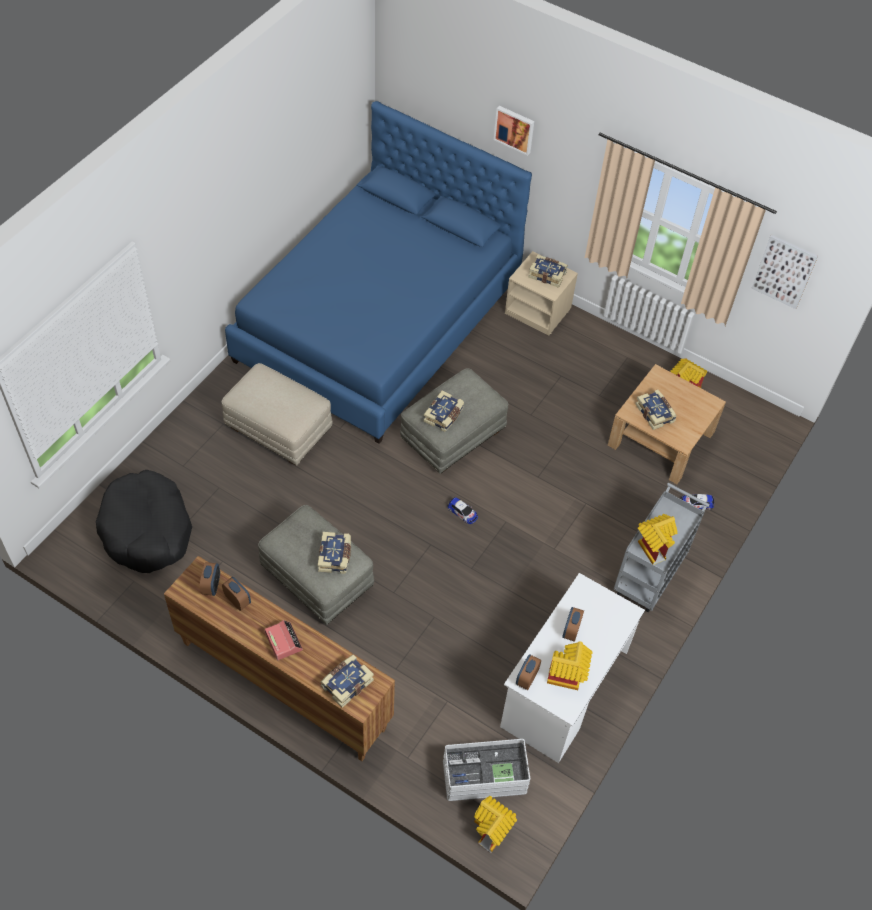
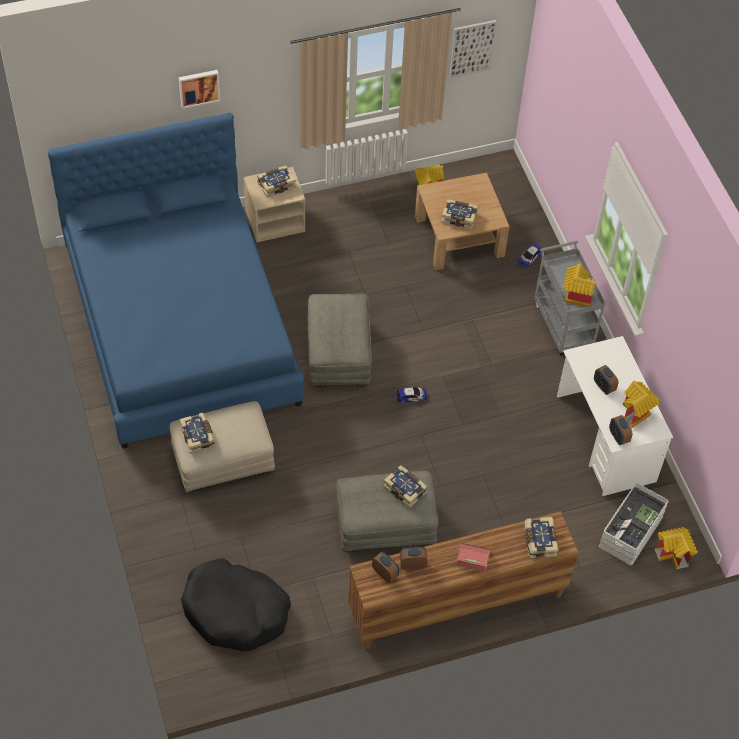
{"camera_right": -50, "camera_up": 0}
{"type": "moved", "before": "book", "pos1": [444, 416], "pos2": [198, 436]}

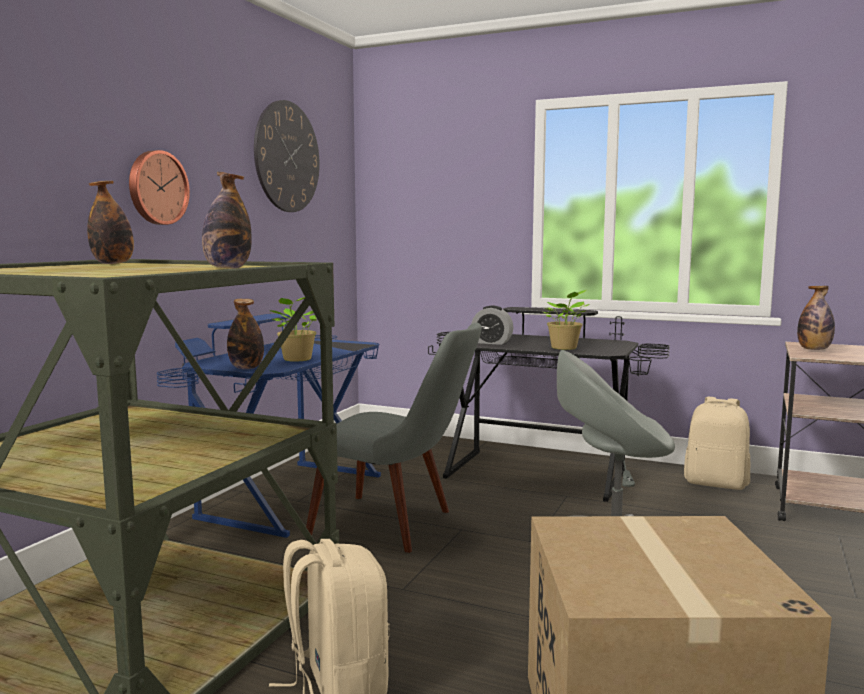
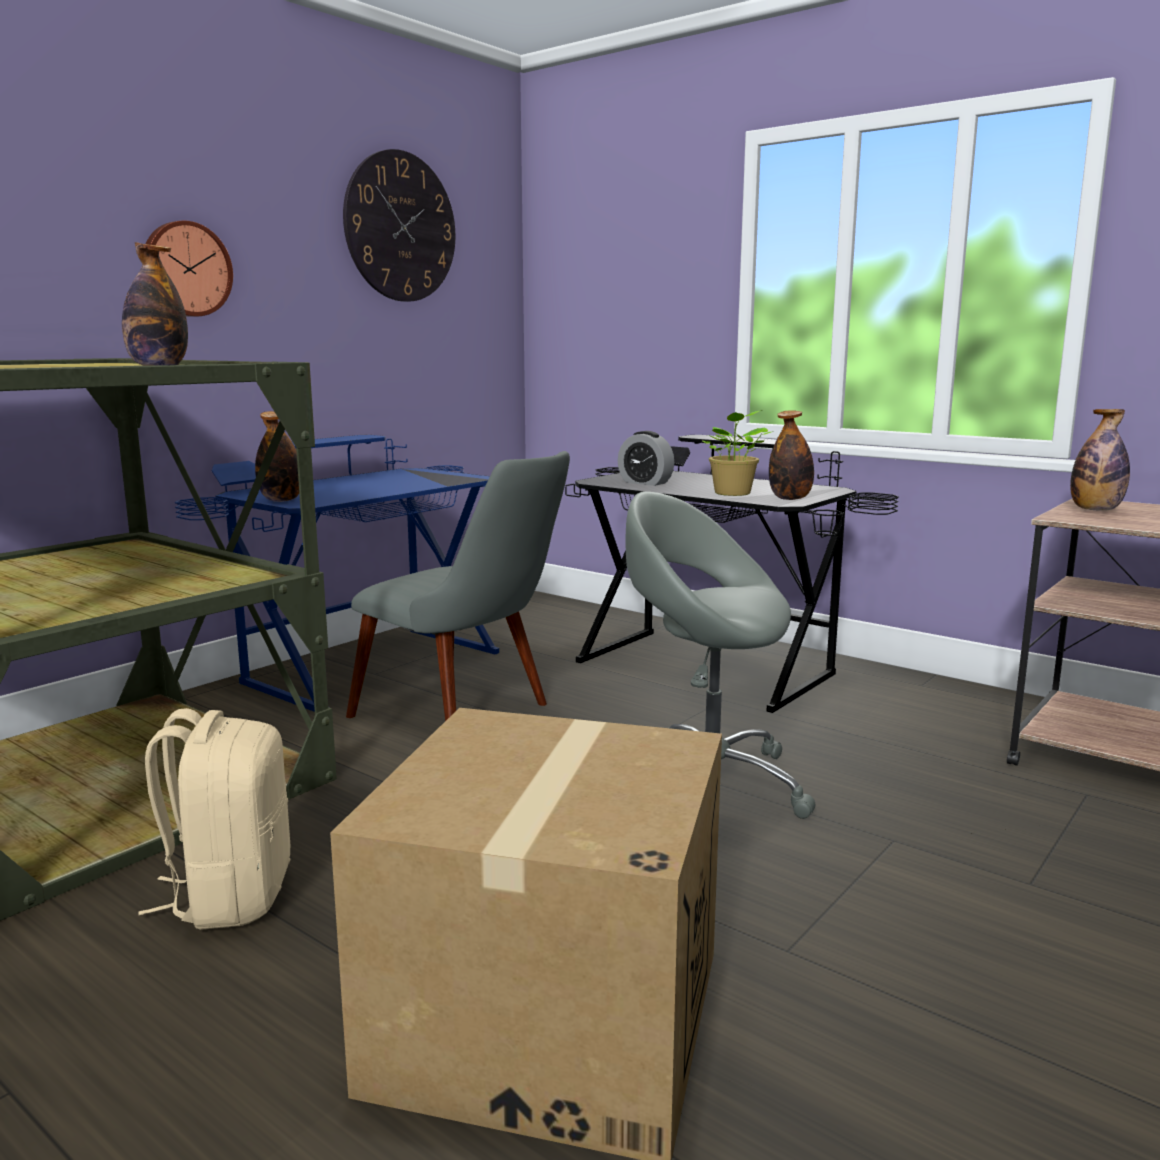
{"camera_right": 15, "camera_up": 5}
{"type": "moved", "before": "bottle", "pos1": [113, 263], "pos2": [790, 498]}
{"type": "removed", "before": "potted plant", "pos1": [296, 359]}
{"type": "removed", "before": "backpack/beige", "pos1": [716, 483]}

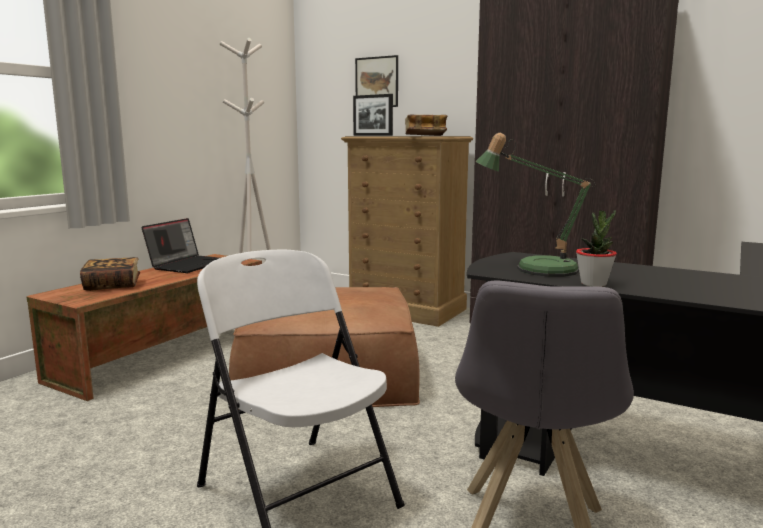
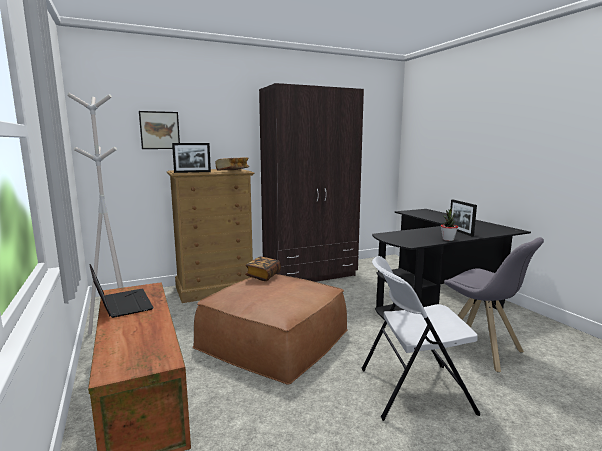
{"camera_right": -55, "camera_up": 0}
{"type": "removed", "before": "table lamp", "pos1": [536, 269]}
{"type": "moved", "before": "book", "pos1": [112, 285], "pos2": [263, 276]}
{"type": "added", "after": "picture frame", "pos2": [460, 232]}

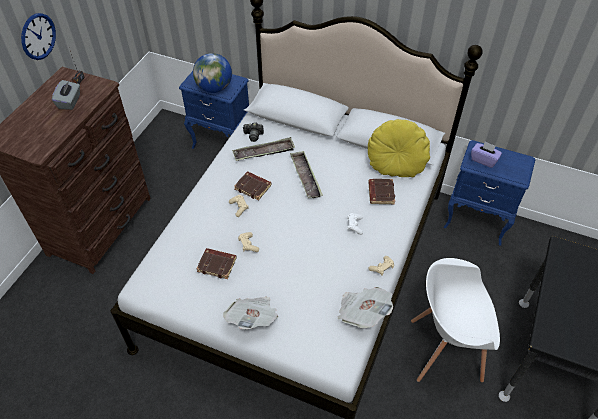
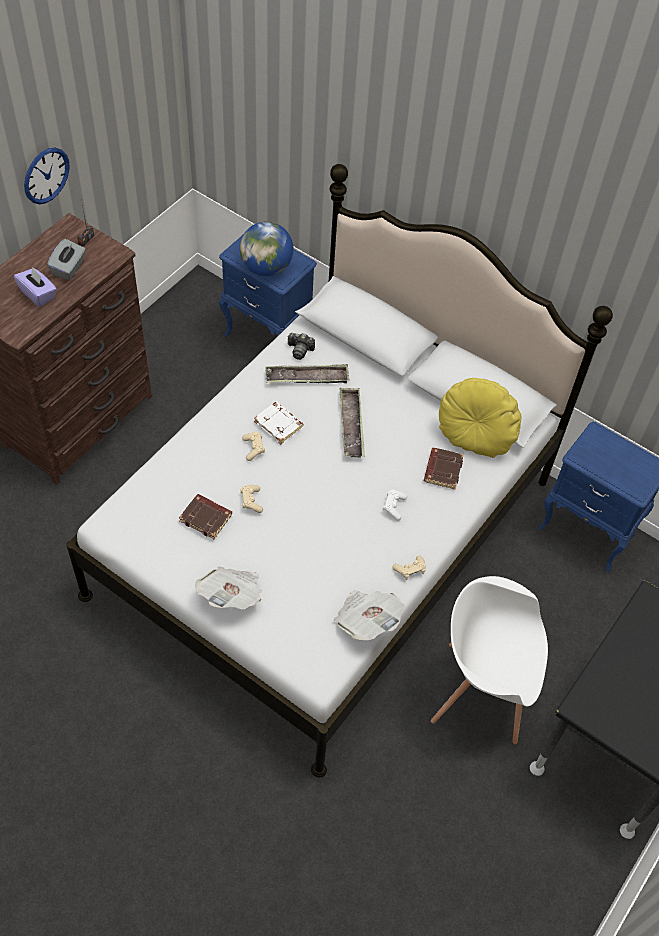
{"camera_right": 10, "camera_up": 5}
{"type": "moved", "before": "tissue box/purple", "pos1": [484, 160], "pos2": [38, 294]}
{"type": "recoloured", "before": "book/brown", "after": "book/white", "pos1": [253, 187], "pos2": [279, 424]}

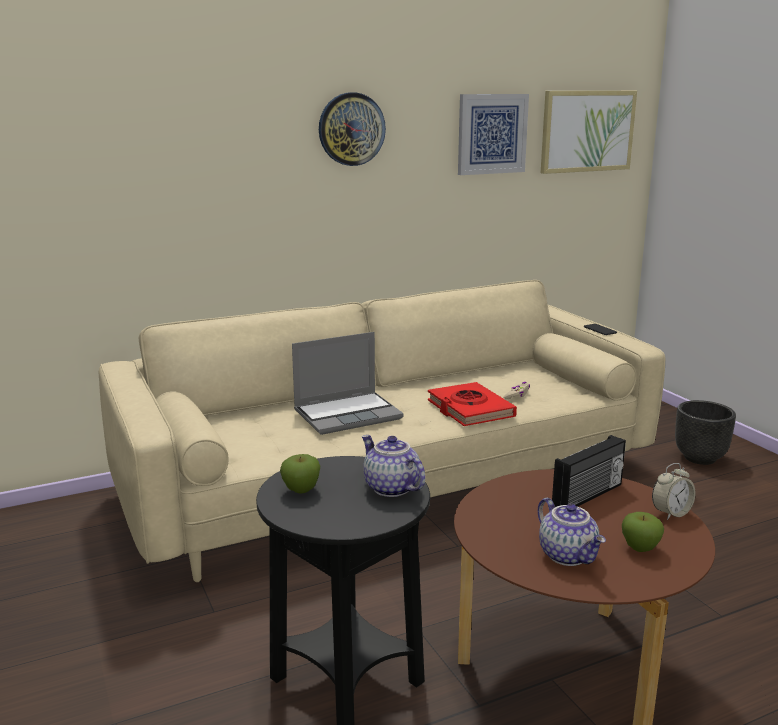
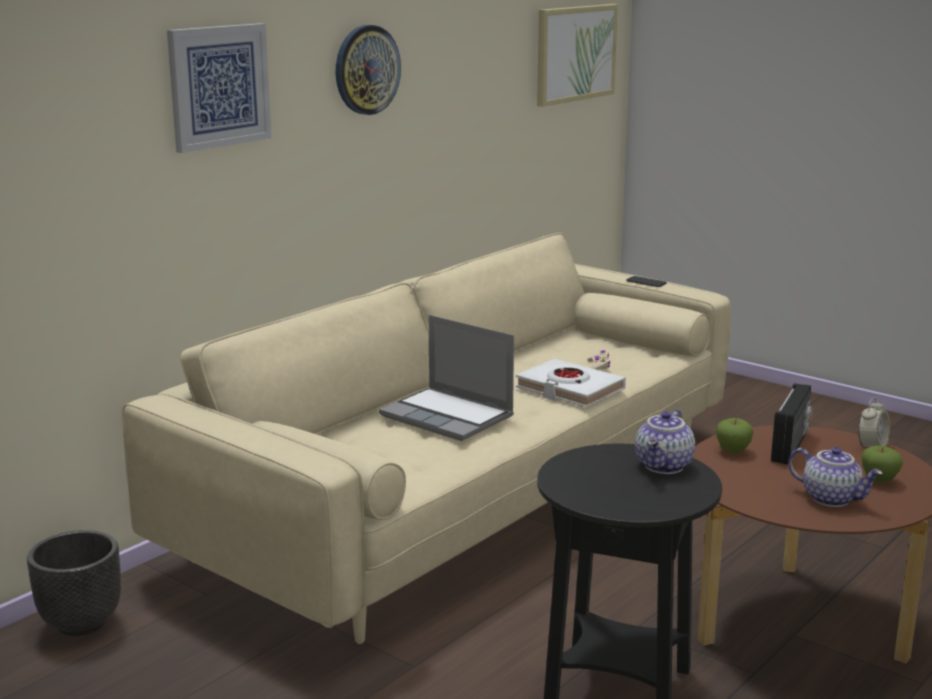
{"camera_right": -25, "camera_up": 0}
{"type": "moved", "before": "picture", "pos1": [491, 134], "pos2": [218, 86]}
{"type": "turned", "before": "laptop", "pos1": [348, 414], "pos2": [449, 416], "turn": 90}
{"type": "recoloured", "before": "book/red", "after": "book/white", "pos1": [470, 410], "pos2": [569, 390]}
{"type": "moved", "before": "planter/black", "pos1": [699, 458], "pos2": [81, 623]}
{"type": "turned", "before": "teapot", "pos1": [390, 488], "pos2": [665, 466], "turn": -90}
{"type": "moved", "before": "apple", "pos1": [301, 490], "pos2": [733, 451]}

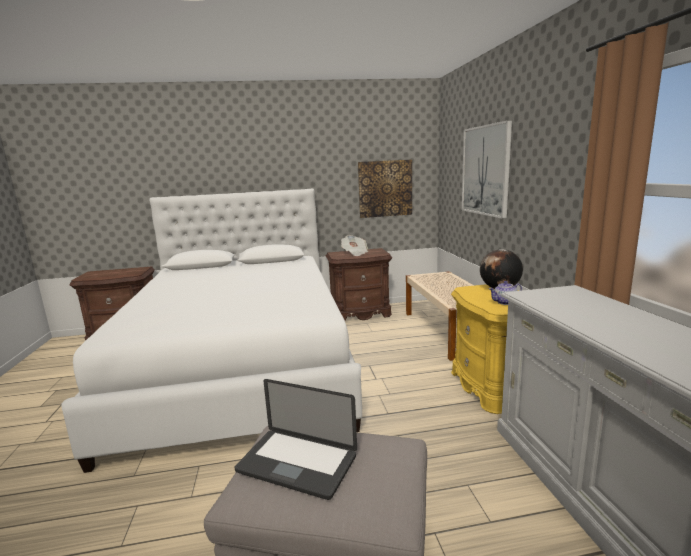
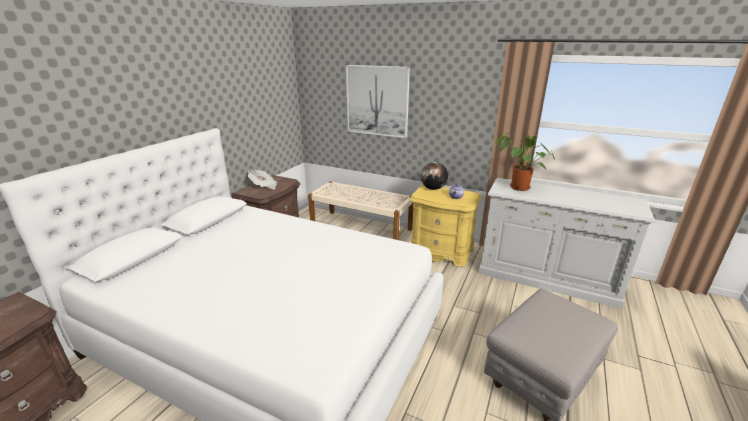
{"camera_right": -55, "camera_up": 10}
{"type": "removed", "before": "picture", "pos1": [385, 188]}
{"type": "removed", "before": "laptop", "pos1": [297, 464]}
{"type": "added", "after": "potted plant", "pos2": [517, 188]}

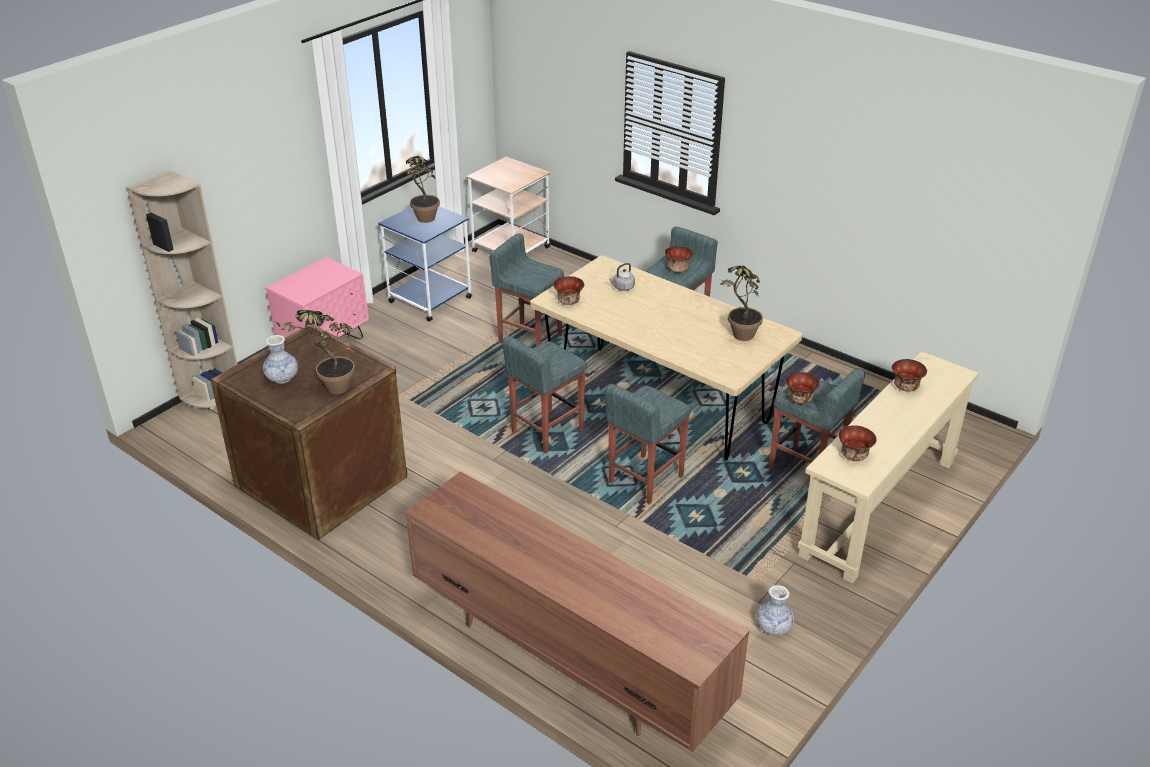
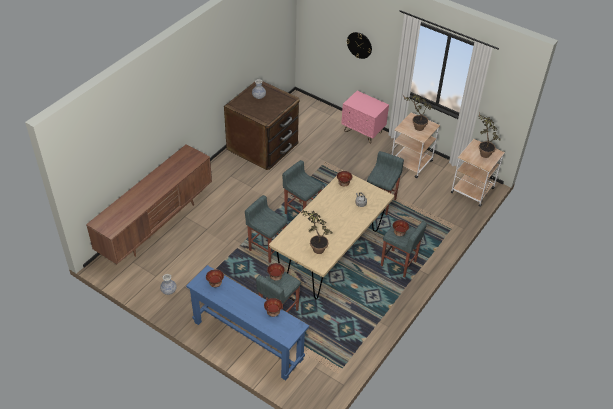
{"camera_right": 85, "camera_up": 10}
{"type": "removed", "before": "bookcase/beige", "pos1": [213, 400]}
{"type": "recoloured", "before": "cart/blue", "after": "cart/beige", "pos1": [431, 299], "pos2": [411, 163]}
{"type": "moved", "before": "potted plant", "pos1": [329, 389], "pos2": [482, 152]}
{"type": "recoloured", "before": "console table/beige", "after": "console table/blue", "pos1": [878, 507], "pos2": [248, 340]}
{"type": "added", "after": "wall clock", "pos2": [359, 45]}

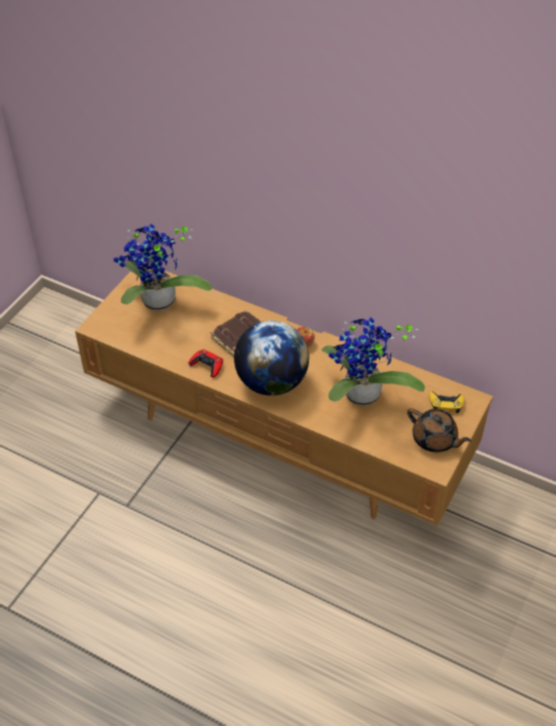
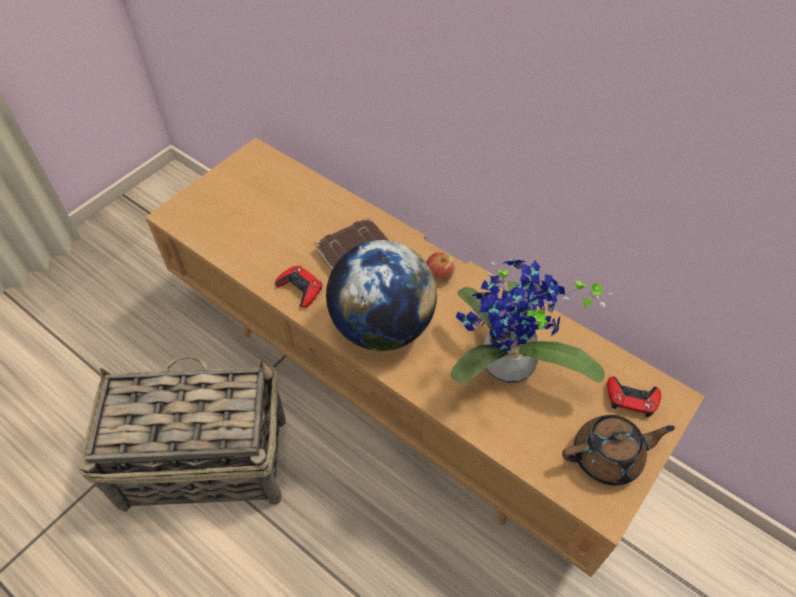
{"camera_right": 10, "camera_up": 5}
{"type": "removed", "before": "potted plant", "pos1": [158, 304]}
{"type": "recoloured", "before": "game controller/yellow", "after": "game controller/red", "pos1": [446, 404], "pos2": [631, 399]}
{"type": "turned", "before": "teapot/brown", "pos1": [435, 439], "pos2": [608, 457], "turn": -60}
{"type": "added", "after": "basket", "pos2": [203, 461]}

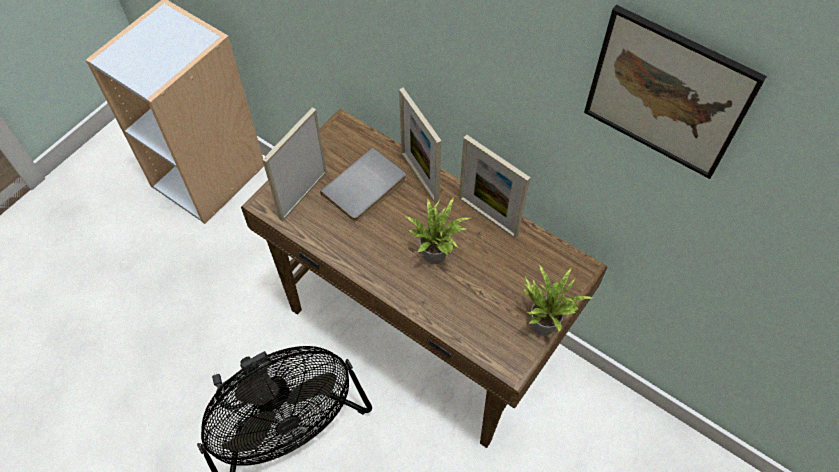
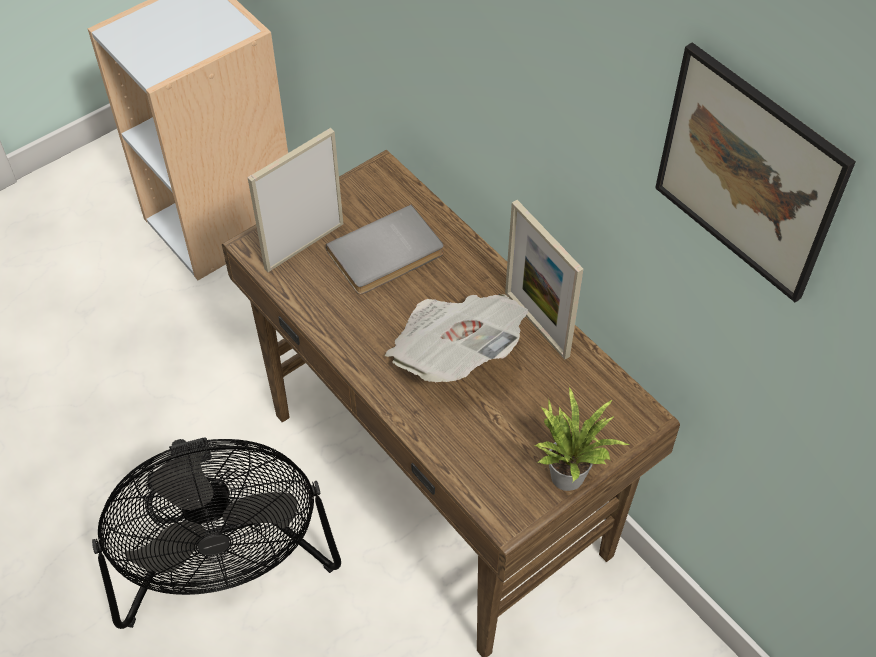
{"camera_right": 15, "camera_up": -5}
{"type": "removed", "before": "picture frame", "pos1": [419, 177]}
{"type": "replaced", "before": "potted plant", "after": "newspaper", "pos1": [437, 252], "pos2": [454, 353]}

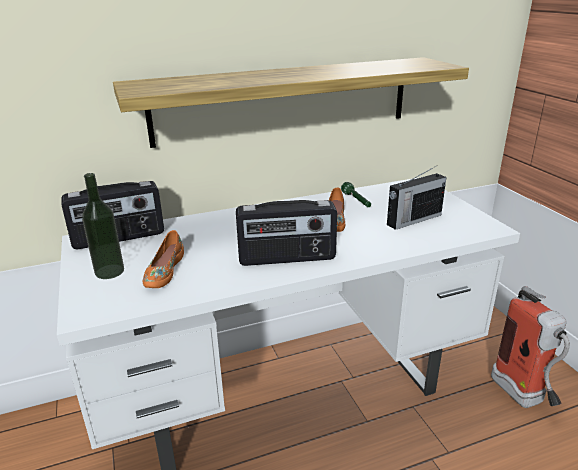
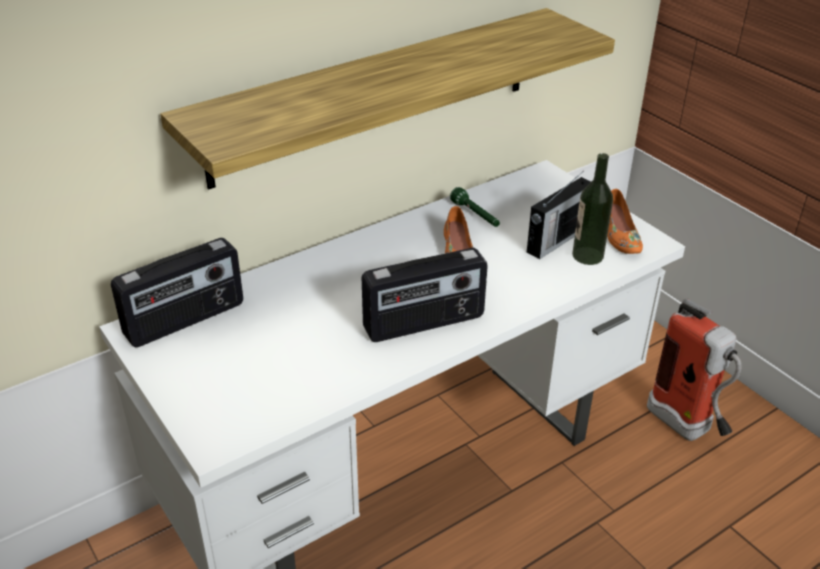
{"camera_right": -15, "camera_up": 10}
{"type": "moved", "before": "bottle", "pos1": [109, 271], "pos2": [587, 256]}
{"type": "moved", "before": "shoe/orange", "pos1": [163, 271], "pos2": [619, 234]}

